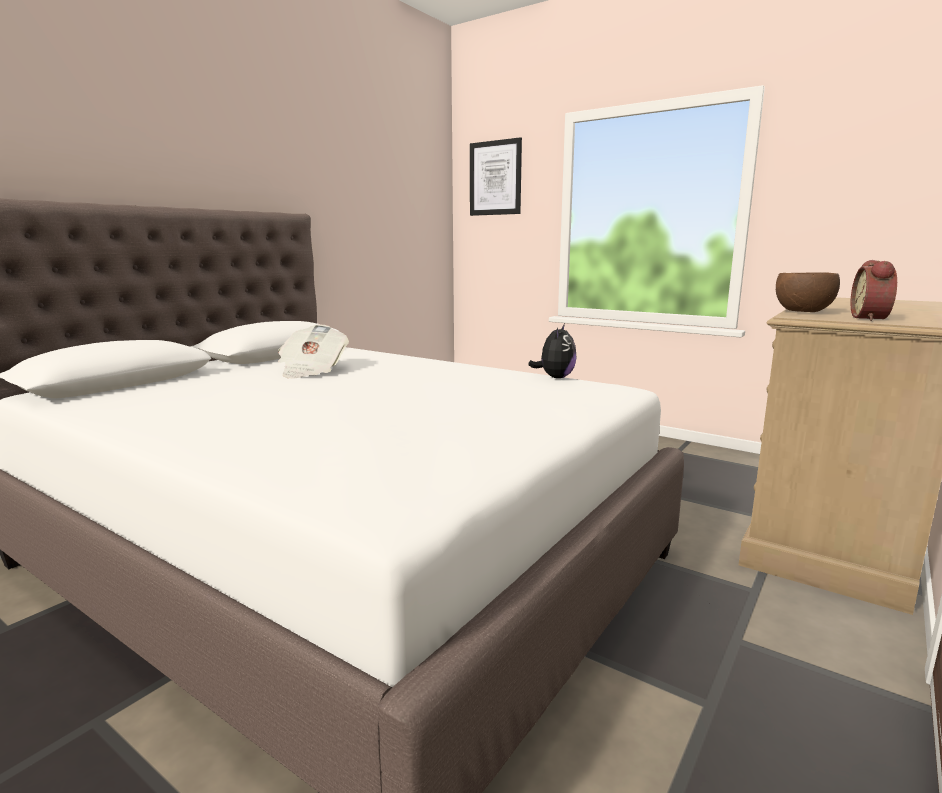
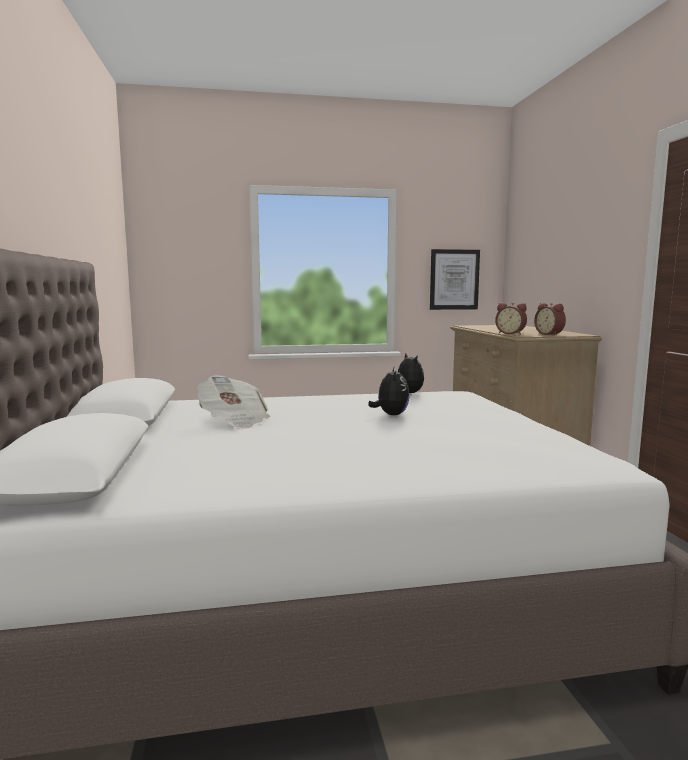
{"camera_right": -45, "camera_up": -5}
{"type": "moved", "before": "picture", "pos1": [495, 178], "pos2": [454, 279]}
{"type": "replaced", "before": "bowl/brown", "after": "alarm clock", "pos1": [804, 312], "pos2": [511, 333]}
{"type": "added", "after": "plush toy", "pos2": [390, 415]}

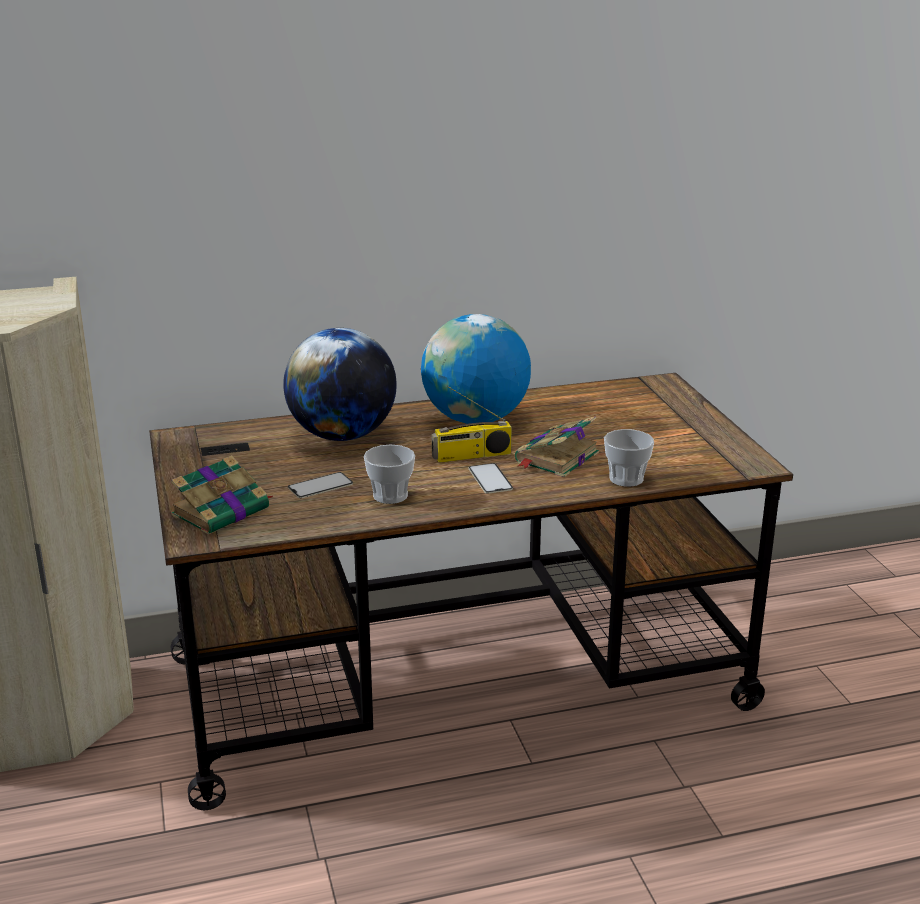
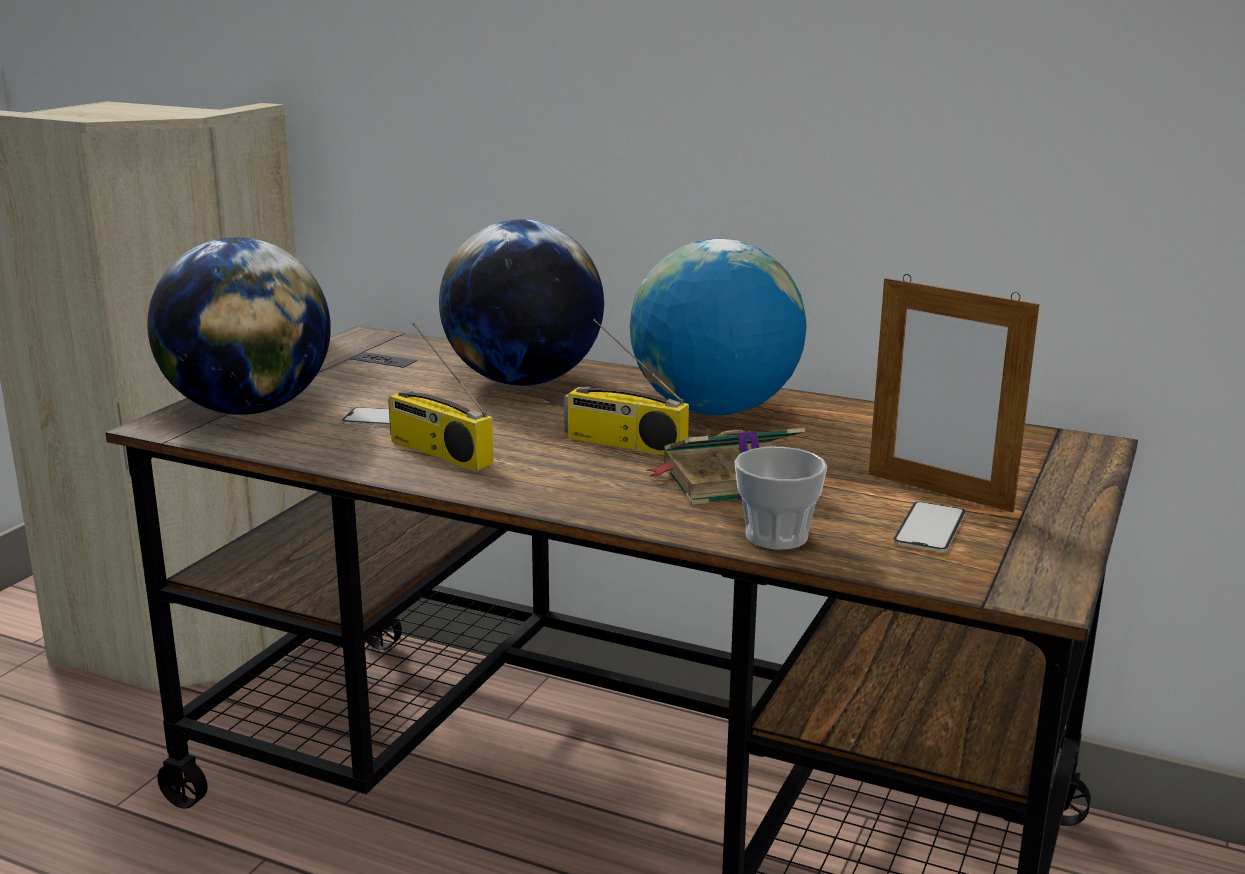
{"camera_right": 40, "camera_up": -5}
{"type": "replaced", "before": "cup", "after": "radio", "pos1": [390, 496], "pos2": [437, 452]}
{"type": "replaced", "before": "book", "after": "globe", "pos1": [223, 511], "pos2": [249, 409]}
{"type": "moved", "before": "phone", "pos1": [490, 479], "pos2": [929, 527]}
{"type": "added", "after": "picture frame", "pos2": [939, 492]}

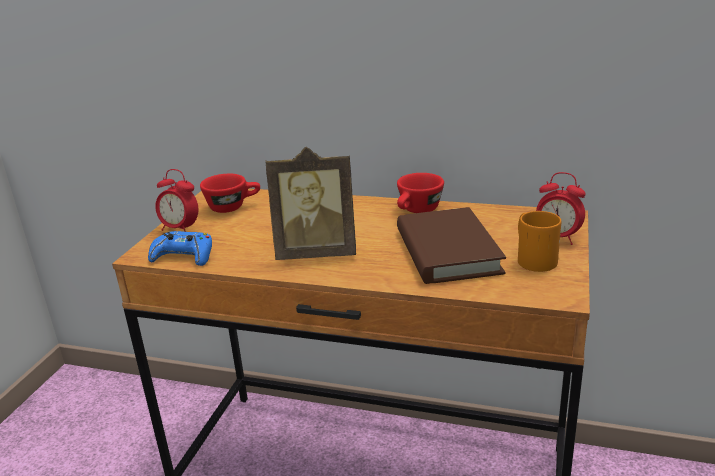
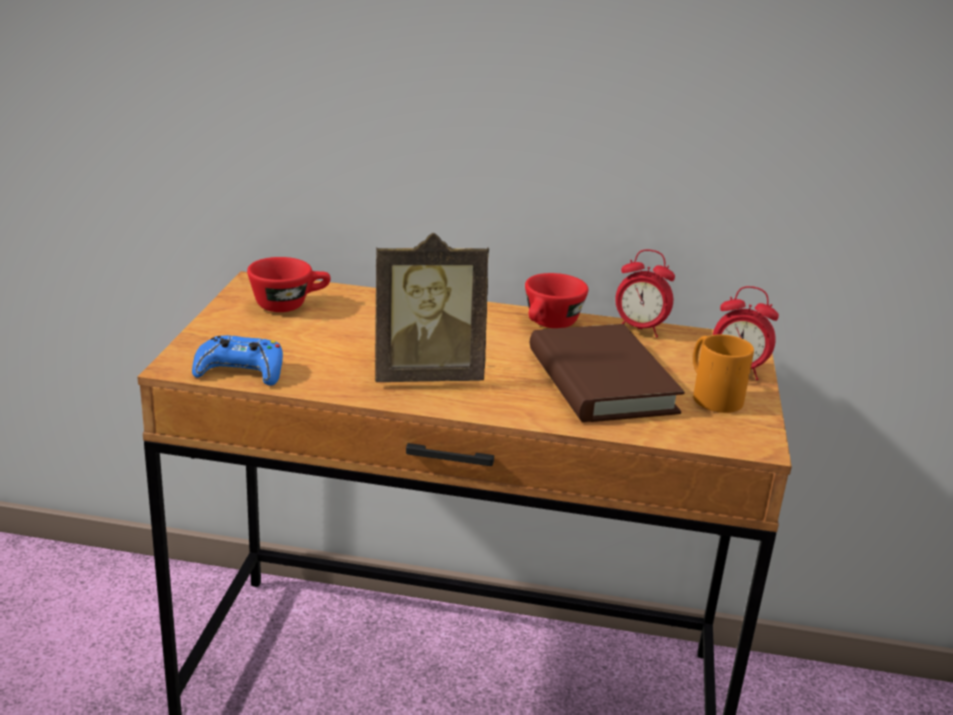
{"camera_right": -10, "camera_up": 0}
{"type": "moved", "before": "alarm clock", "pos1": [180, 229], "pos2": [639, 330]}

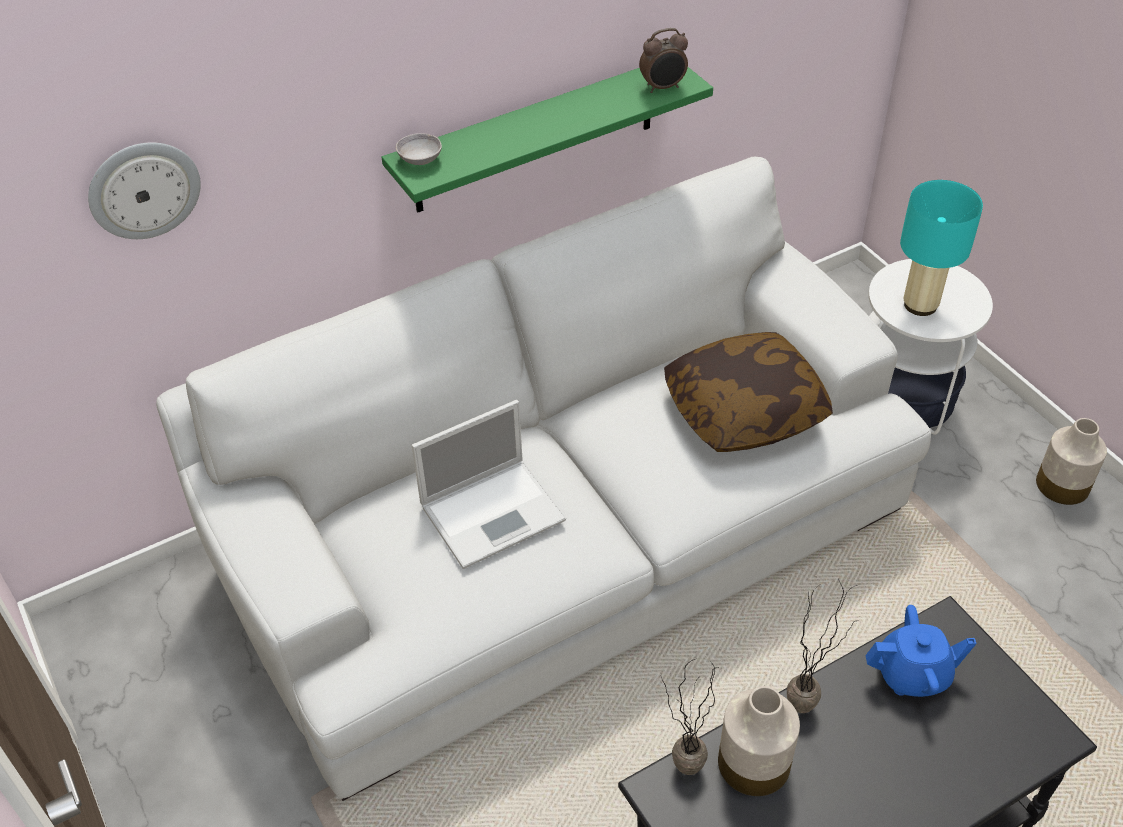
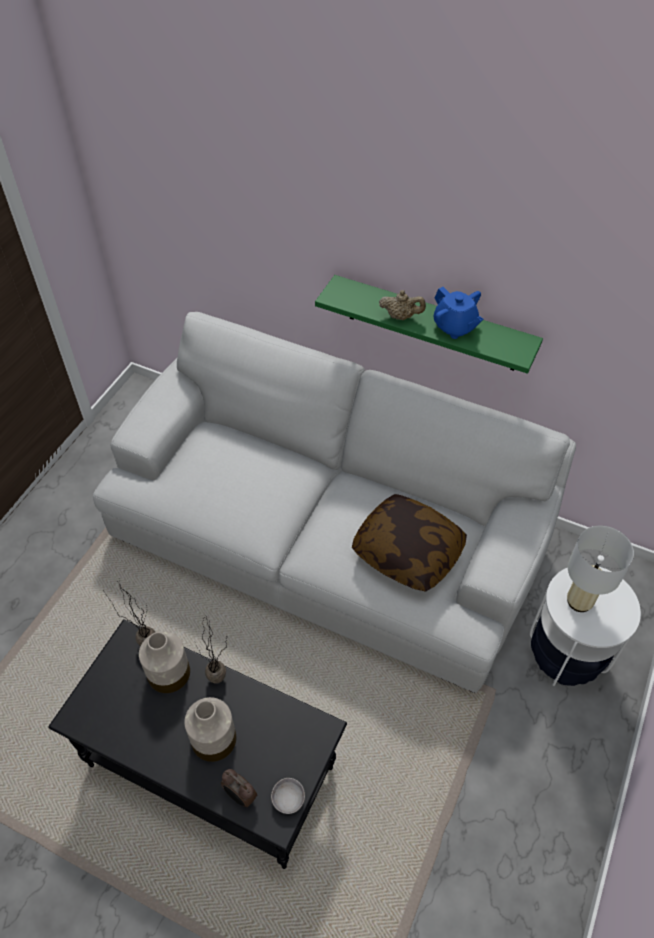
{"camera_right": 55, "camera_up": 5}
{"type": "moved", "before": "alarm clock", "pos1": [663, 87], "pos2": [240, 796]}
{"type": "moved", "before": "bowl/grey", "pos1": [420, 159], "pos2": [288, 799]}
{"type": "removed", "before": "wall clock", "pos1": [144, 189]}
{"type": "recoloured", "before": "table lamp/turquoise", "after": "table lamp/white", "pos1": [920, 304], "pos2": [580, 601]}
{"type": "removed", "before": "laptop", "pos1": [495, 511]}
{"type": "moved", "before": "vase/beige", "pos1": [1063, 485], "pos2": [213, 739]}
{"type": "moved", "before": "teapot/blue", "pos1": [913, 674], "pos2": [455, 327]}
{"type": "added", "after": "teapot/beige", "pos2": [401, 317]}

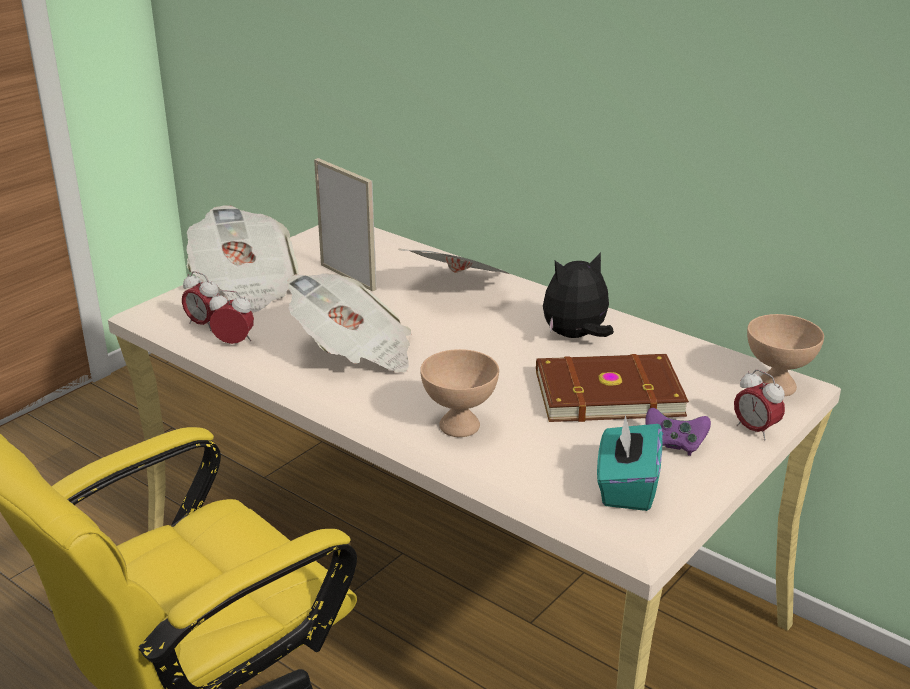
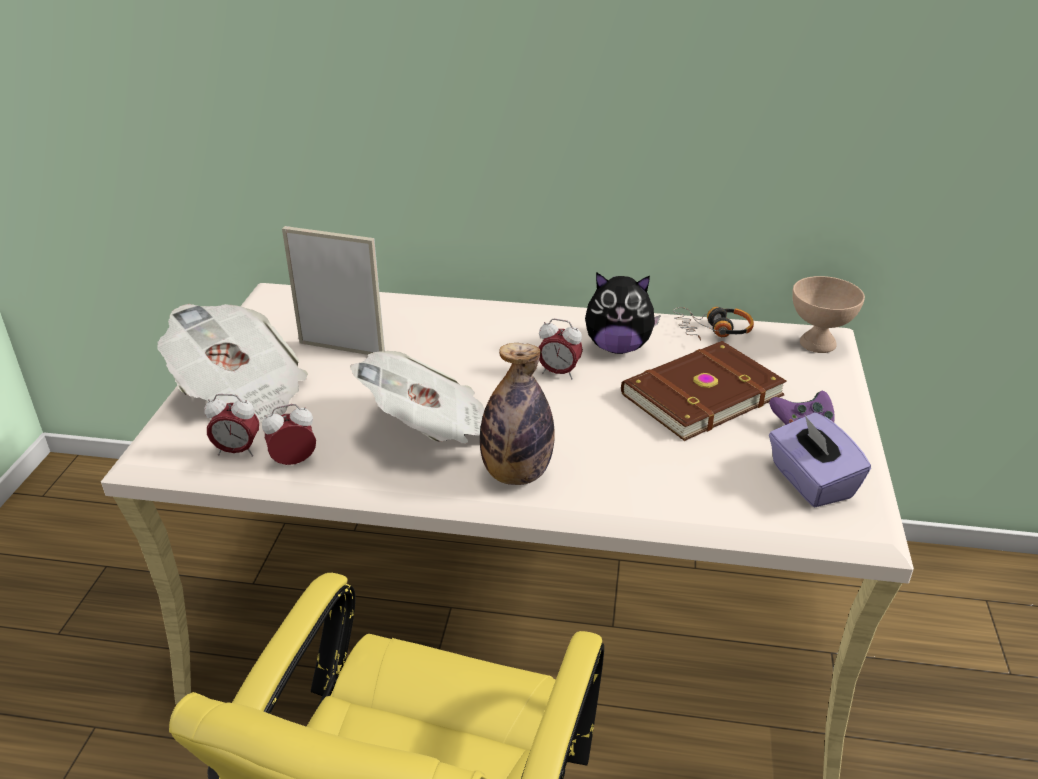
{"camera_right": -30, "camera_up": 5}
{"type": "removed", "before": "newspaper", "pos1": [459, 290]}
{"type": "turned", "before": "plush toy", "pos1": [576, 337], "pos2": [618, 347], "turn": -120}
{"type": "removed", "before": "bowl/beige", "pos1": [458, 426]}
{"type": "moved", "before": "alarm clock", "pos1": [755, 430], "pos2": [559, 373]}
{"type": "recoloured", "before": "tissue box/turquoise", "after": "tissue box/purple", "pos1": [626, 487], "pos2": [810, 482]}
{"type": "added", "after": "headphones", "pos2": [713, 330]}
{"type": "added", "after": "bottle", "pos2": [516, 474]}

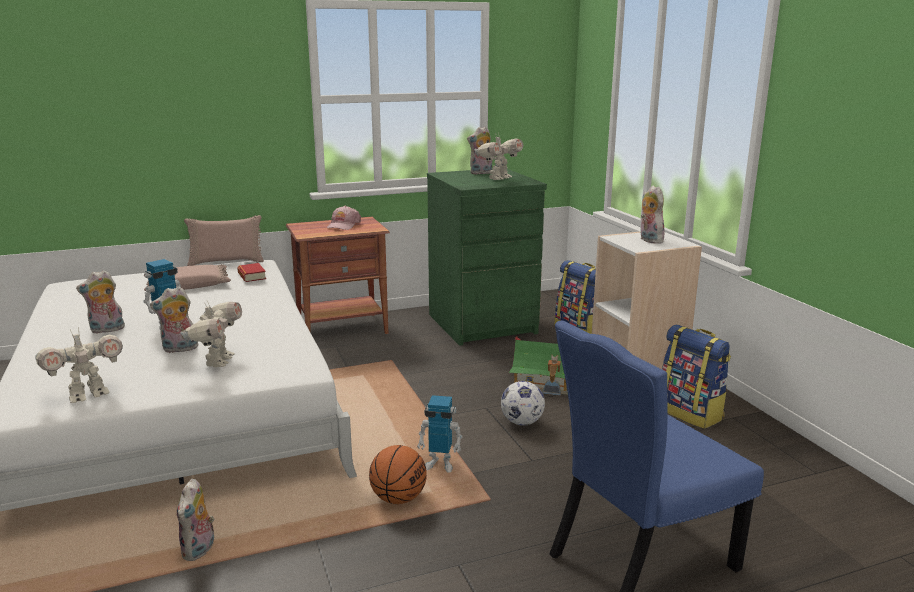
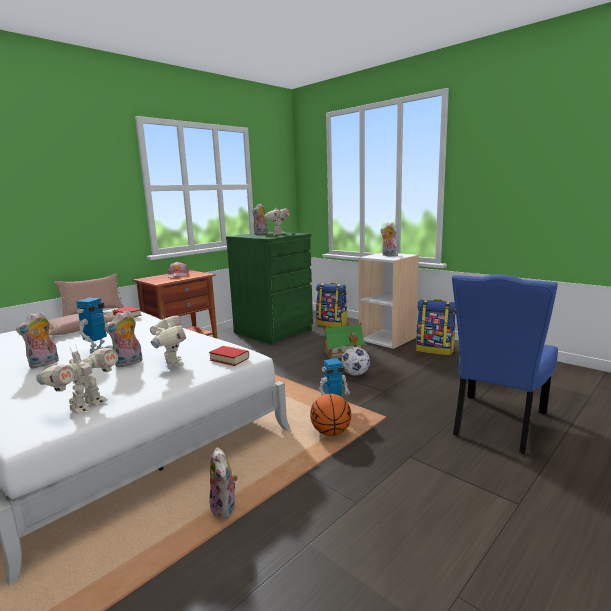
{"camera_right": -25, "camera_up": -5}
{"type": "added", "after": "book", "pos2": [229, 359]}

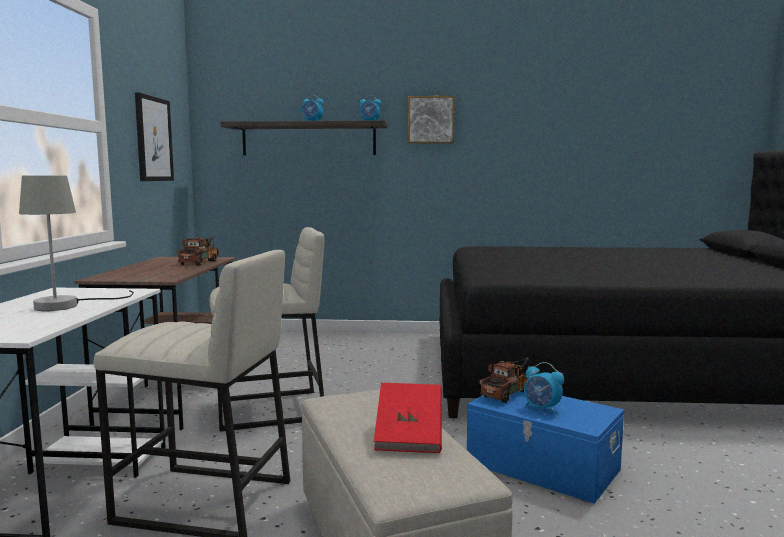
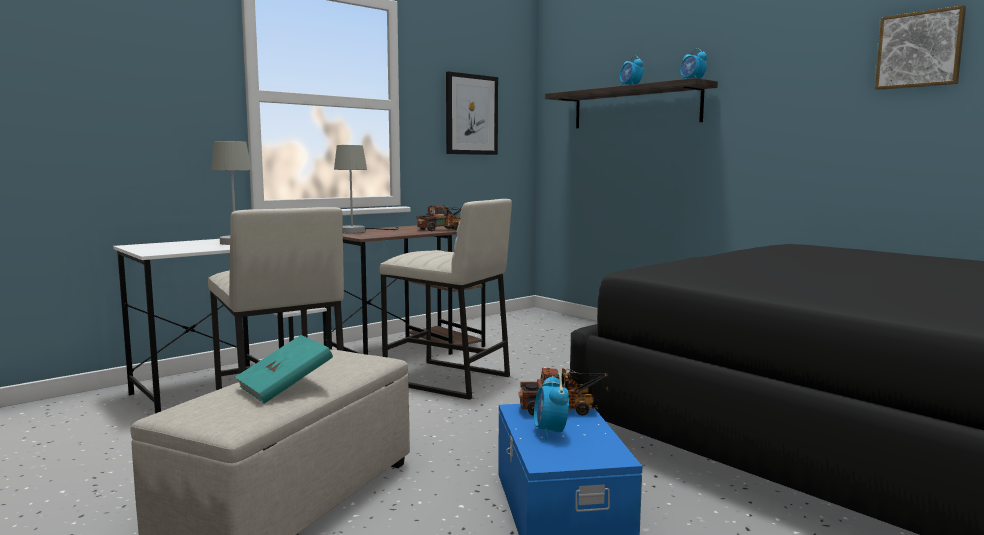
{"camera_right": 45, "camera_up": 0}
{"type": "moved", "before": "picture", "pos1": [431, 120], "pos2": [920, 50]}
{"type": "recoloured", "before": "book/red", "after": "book/turquoise", "pos1": [409, 437], "pos2": [285, 388]}
{"type": "added", "after": "table lamp/grey", "pos2": [360, 231]}

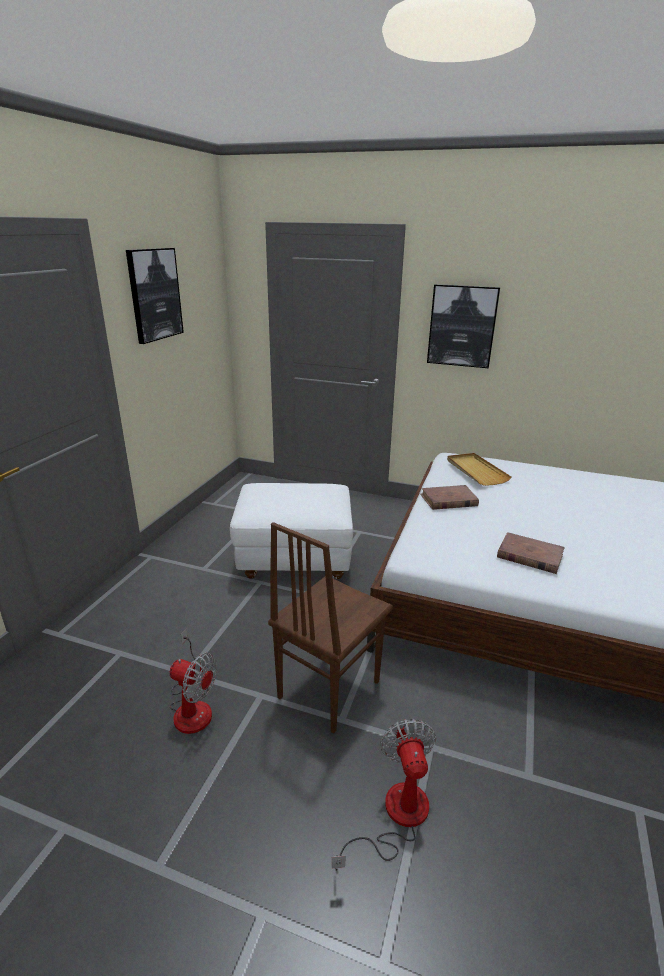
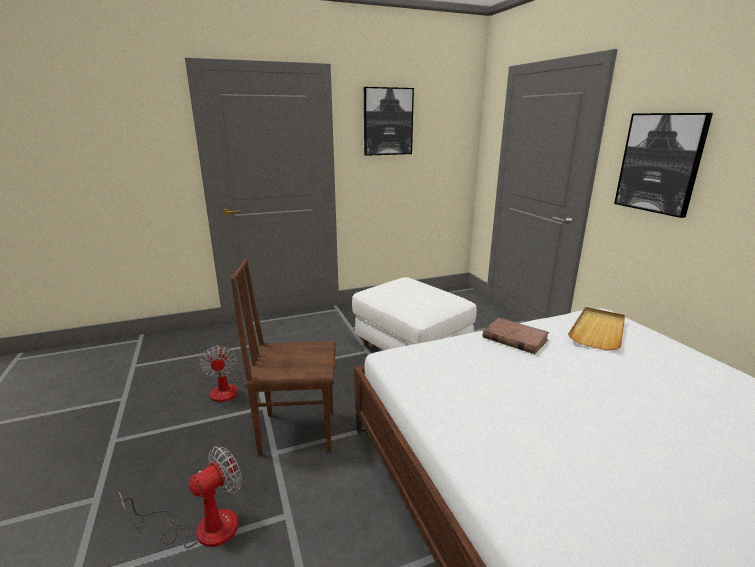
{"camera_right": 50, "camera_up": -5}
{"type": "removed", "before": "book/brown", "pos1": [529, 556]}

